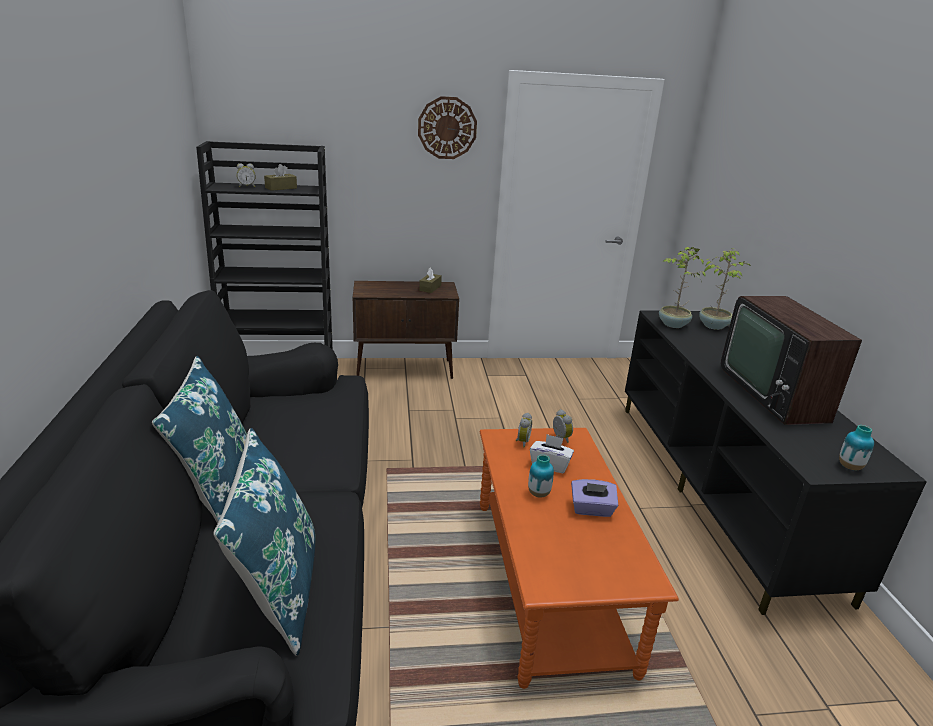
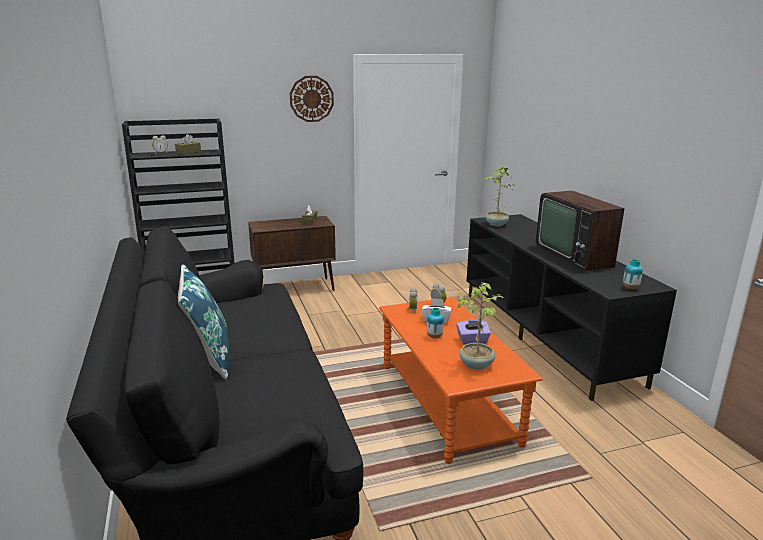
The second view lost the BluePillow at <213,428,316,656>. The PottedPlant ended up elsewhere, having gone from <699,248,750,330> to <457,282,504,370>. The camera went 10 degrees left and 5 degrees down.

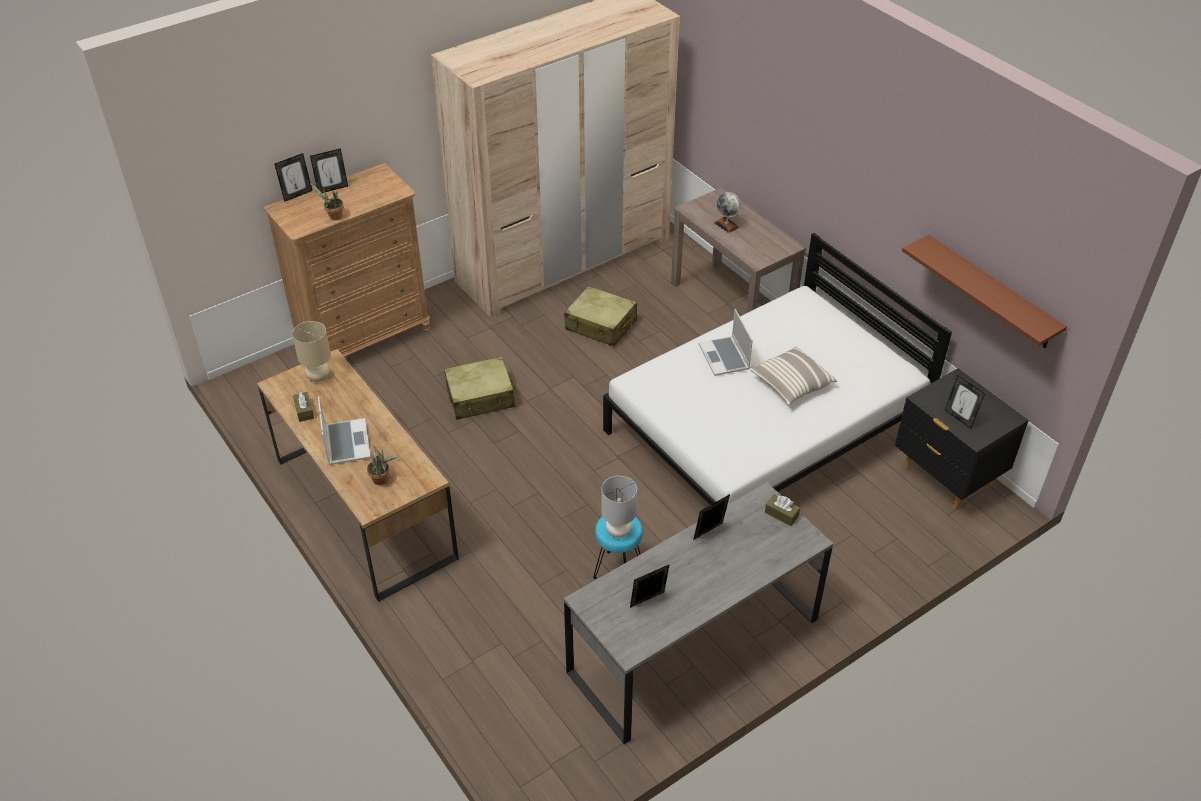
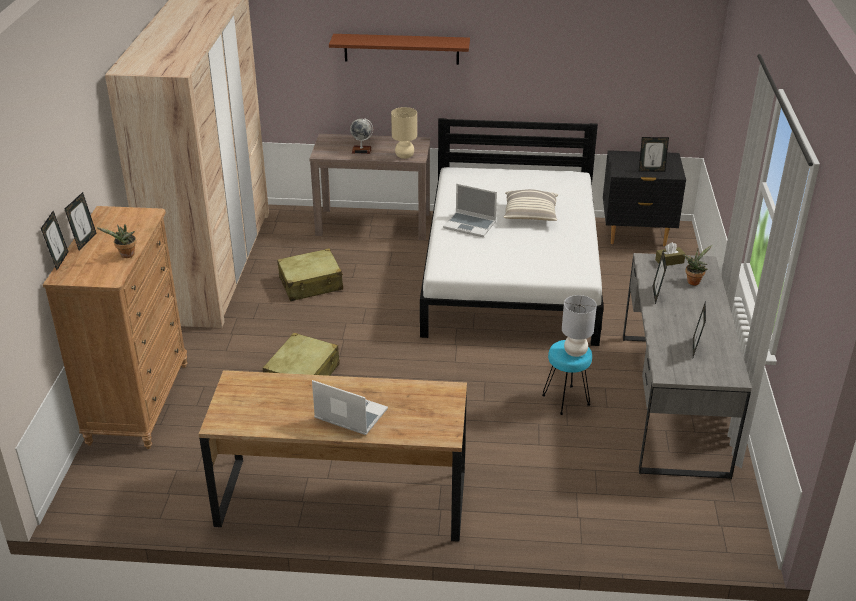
The BeigeTableLamp ended up elsewhere, having gone from <292,321,331,382> to <391,107,417,159>. The second view lost the BrownTissueBox at <293,391,314,422>. The PottedPlant ended up elsewhere, having gone from <367,446,400,485> to <683,245,713,285>. The BrownShelf ended up elsewhere, having gone from <902,235,1067,348> to <329,34,470,65>. The camera went 50 degrees left and 10 degrees down.

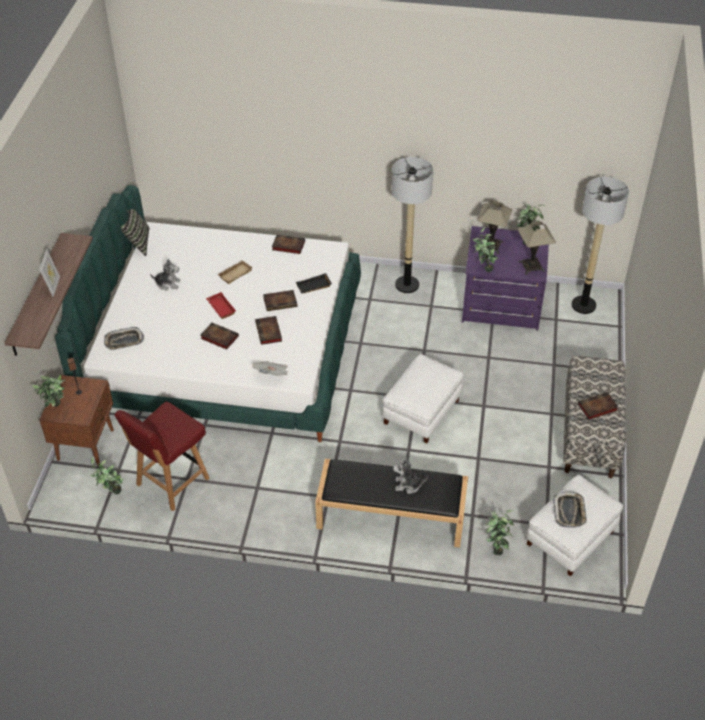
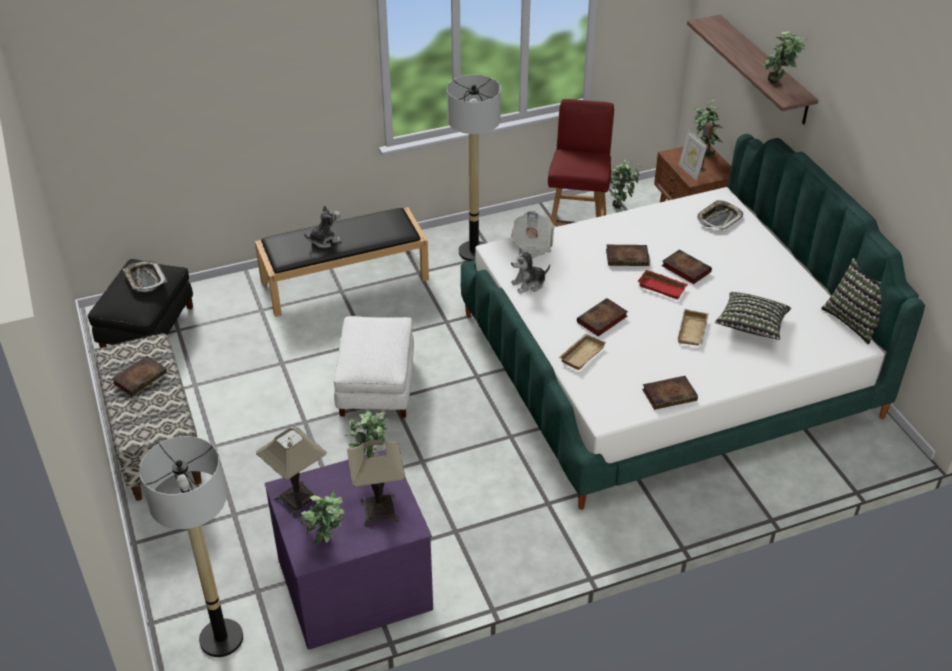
The PictureFrame ended up elsewhere, having gone from <39,249,60,297> to <679,130,707,181>. The PlushToy ended up elsewhere, having gone from <150,259,180,291> to <511,248,550,294>. The Book ended up elsewhere, having gone from <255,316,282,345> to <661,249,712,284>. What was the BlackTray at <296,273,332,294> turned into the BeigeTray at <559,333,606,370>. The FloorLamp ended up elsewhere, having gone from <391,157,433,293> to <447,75,501,261>. The PottedPlant ended up elsewhere, having gone from <485,510,514,556> to <763,31,807,84>. What was the WhiteOttoman at <526,475,624,576> turned into the BlackOttoman at <88,259,193,348>. The second view gained the Pillow at <715,292,791,340>. The camera went 150 degrees right and 5 degrees down.

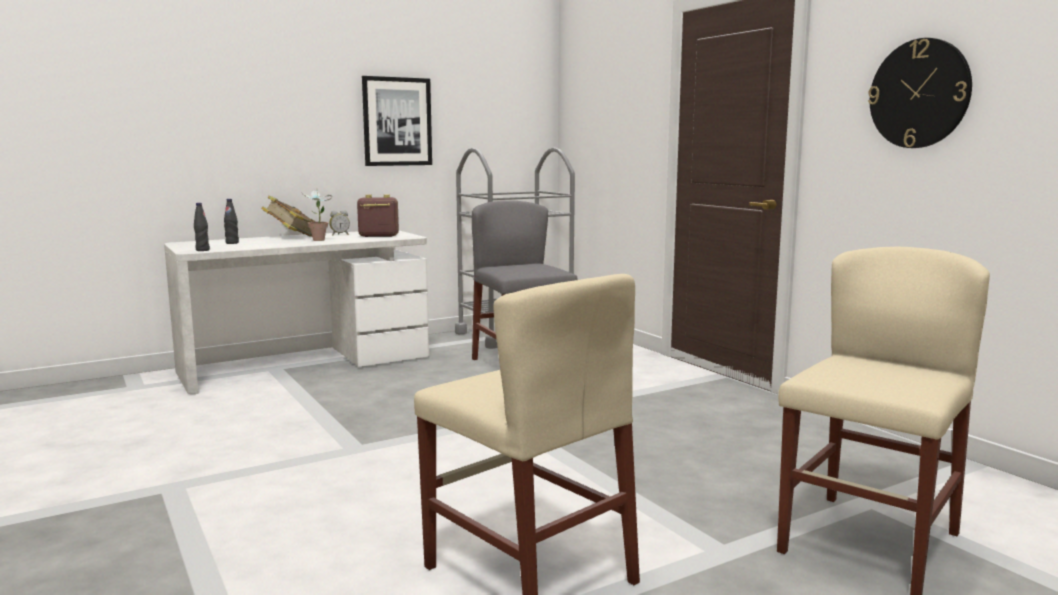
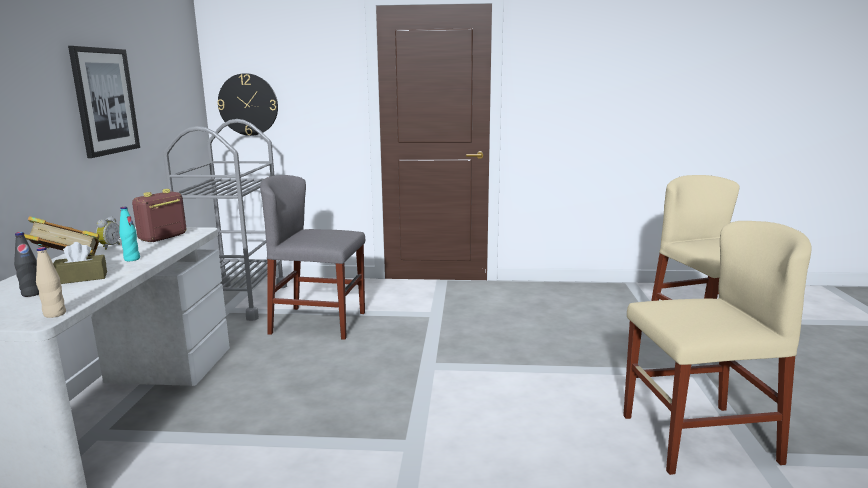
What was the BlackBottle at <194,203,210,251> turned into the BeigeBottle at <36,247,66,318>. Where the PottedPlant stood at <301,189,333,241>, the TurquoiseBottle came to stand at <119,207,140,261>. The WallClock ended up elsewhere, having gone from <868,38,972,148> to <217,73,278,136>. The second view gained the BrownTissueBox at <53,242,107,284>. The camera went 55 degrees left and 5 degrees up.

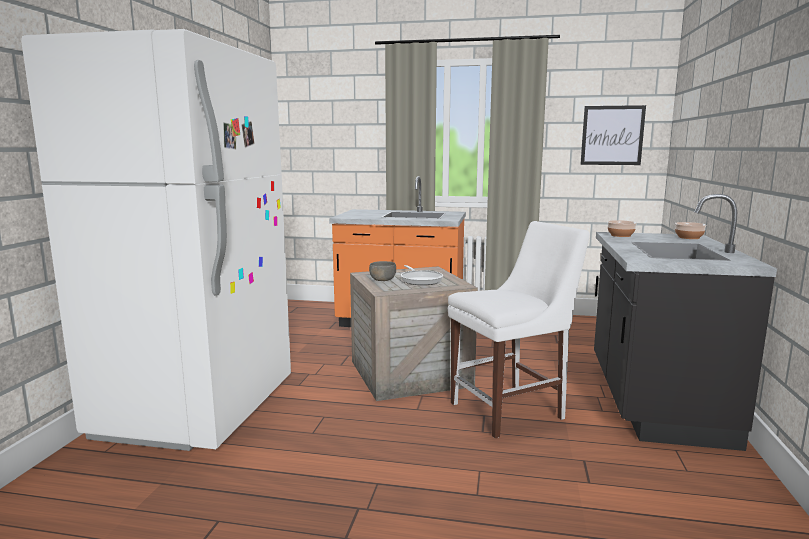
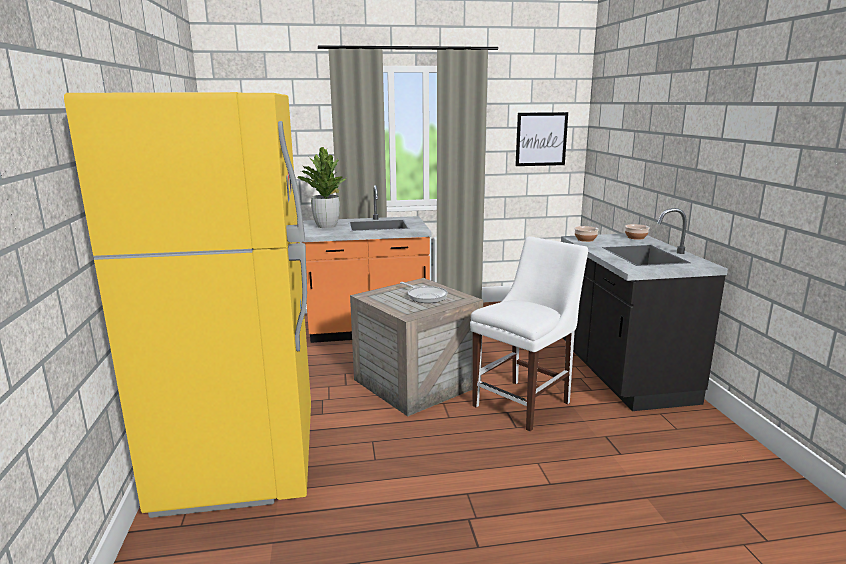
What was the WhiteFridge at <21,29,291,451> turned into the YellowFridge at <64,92,311,518>. The second view lost the GreyBowl at <369,261,396,281>. The second view gained the PottedPlant at <297,147,347,228>. The camera went 20 degrees left and 5 degrees up.

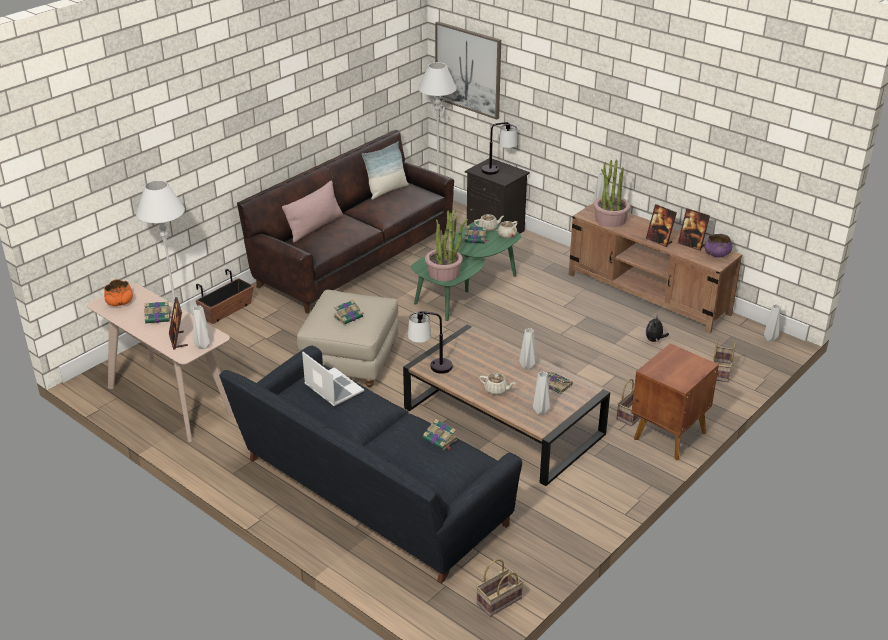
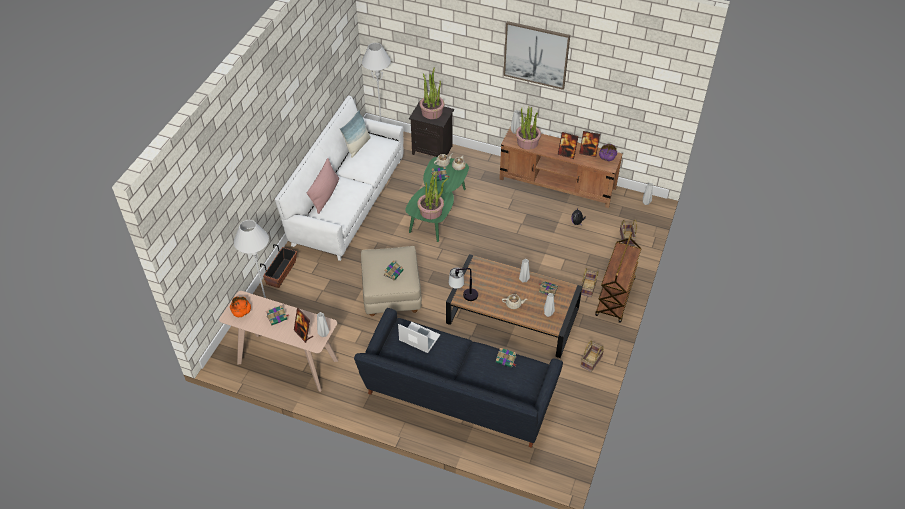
What was the BrownSofa at <237,130,454,314> turned into the WhiteSofa at <275,96,403,261>. The Picture ended up elsewhere, having gone from <435,22,501,120> to <503,21,570,90>. The Basket ended up elsewhere, having gone from <476,559,523,617> to <581,340,604,372>. Where the TableLamp stood at <481,122,517,175>, the PottedPlant came to stand at <420,67,444,119>. Where the BrownNightstand stood at <631,343,719,460>, the BrownCart came to stand at <595,232,642,323>. The camera went 20 degrees left and 15 degrees up.

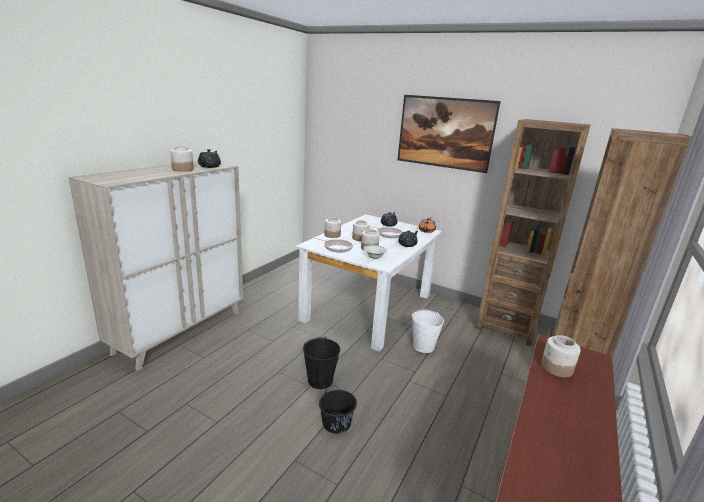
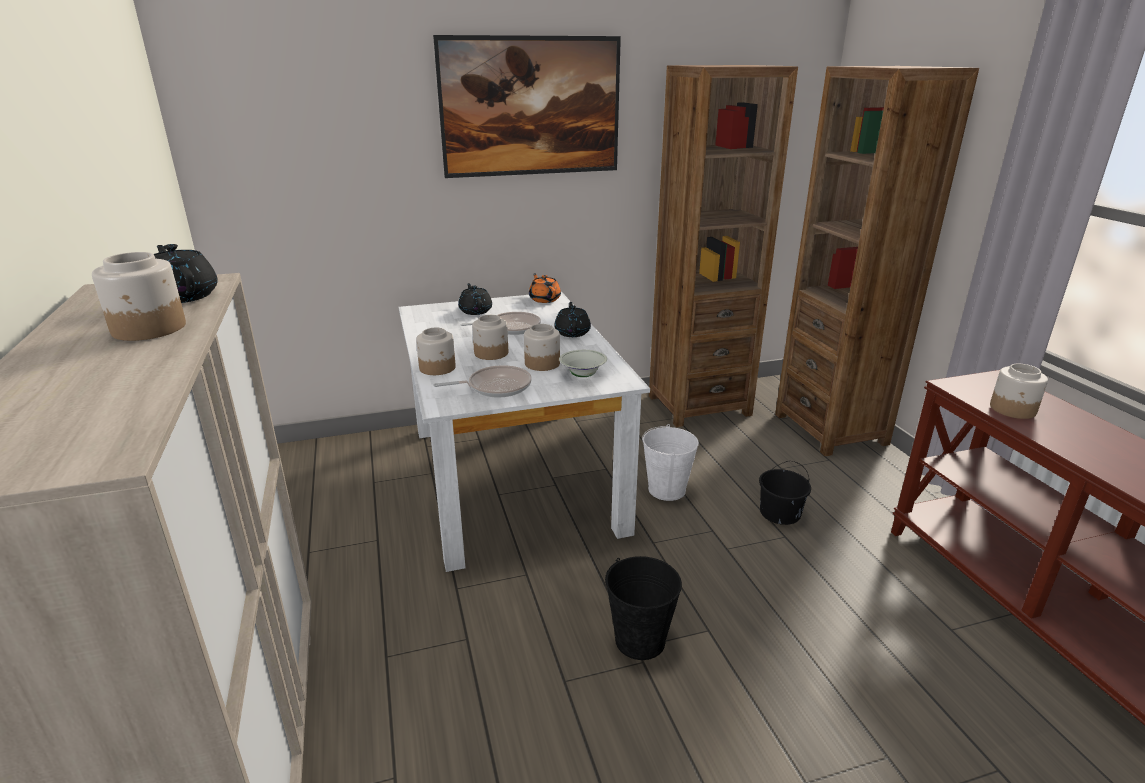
The BlackBucket ended up elsewhere, having gone from <319,385,357,434> to <759,461,811,525>. The camera went 45 degrees left and 5 degrees up.

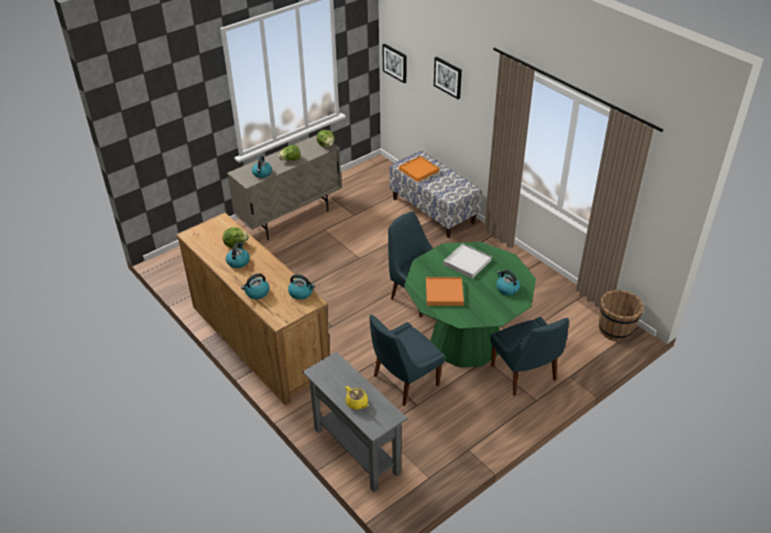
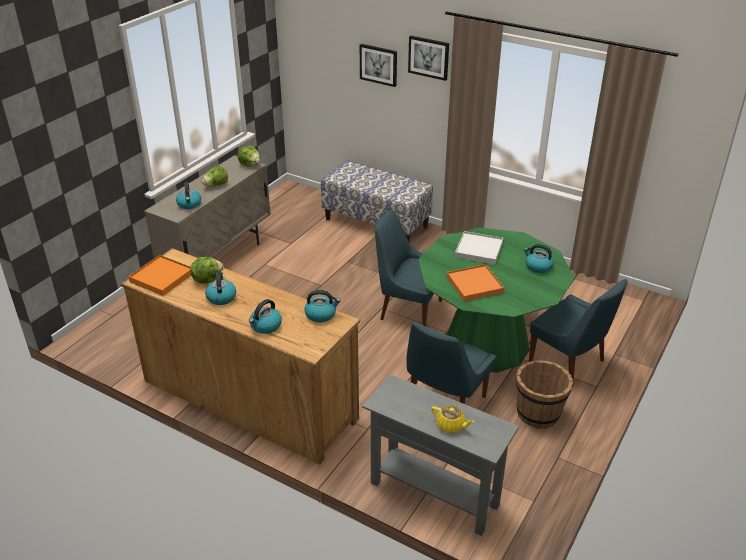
The Picture ended up elsewhere, having gone from <382,44,407,83> to <408,36,449,81>. The OrangeTray ended up elsewhere, having gone from <399,156,439,182> to <128,255,191,296>. The BrownBucket ended up elsewhere, having gone from <599,290,644,342> to <516,360,573,428>. The camera went 20 degrees left and 5 degrees down.

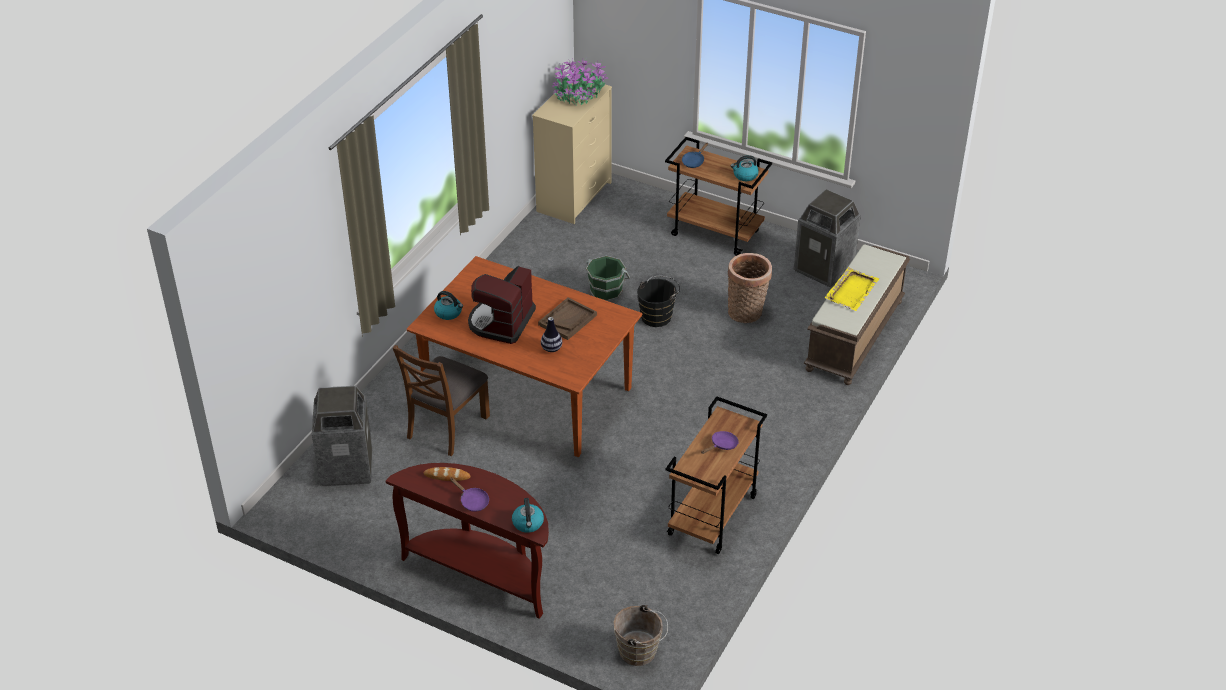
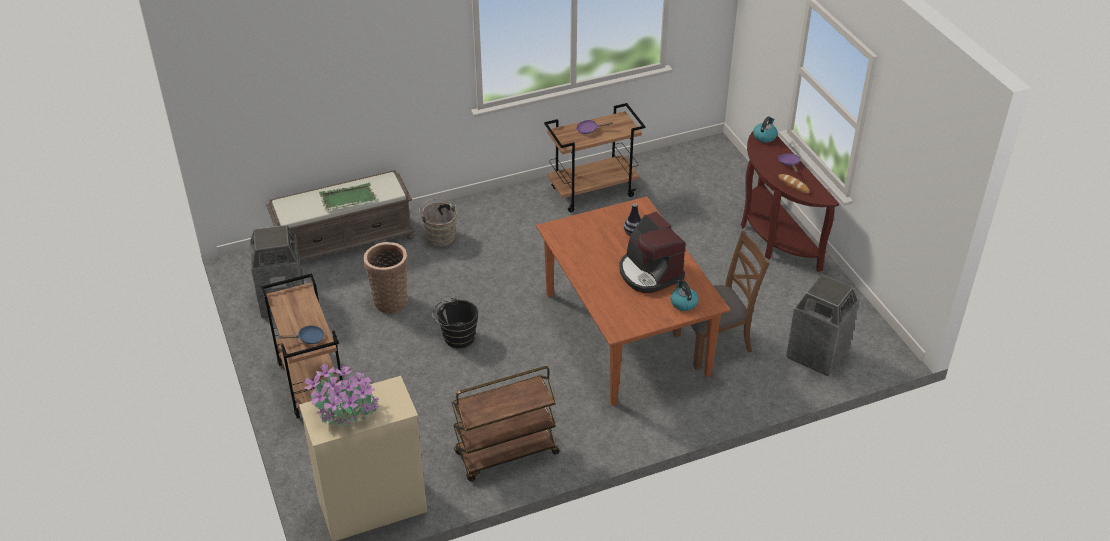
The CoffeeMachine at <468,266,536,344> ended up facing another way, 90 degrees clockwise from before. The second view lost the BrownTray at <538,298,597,340>. The second view lost the GreenBucket at <586,256,630,301>. The BrownBucket ended up elsewhere, having gone from <614,605,668,666> to <419,199,457,247>. The second view lost the Kettle at <731,155,759,181>. What was the YellowTray at <825,267,879,311> turned into the GreenTray at <319,182,376,211>. The second view gained the BrownCart at <452,366,559,481>. The camera went 140 degrees left and 0 degrees up.

